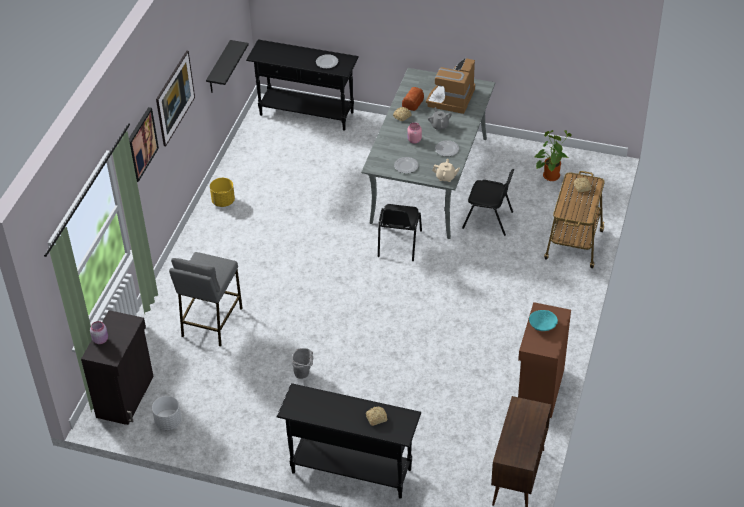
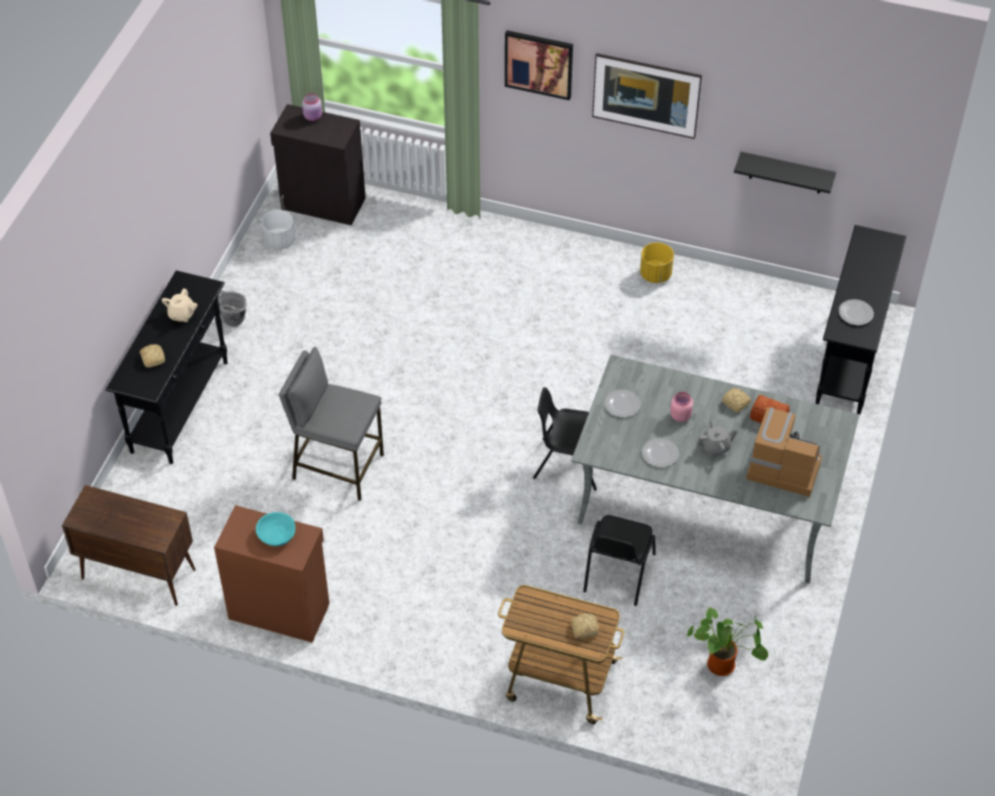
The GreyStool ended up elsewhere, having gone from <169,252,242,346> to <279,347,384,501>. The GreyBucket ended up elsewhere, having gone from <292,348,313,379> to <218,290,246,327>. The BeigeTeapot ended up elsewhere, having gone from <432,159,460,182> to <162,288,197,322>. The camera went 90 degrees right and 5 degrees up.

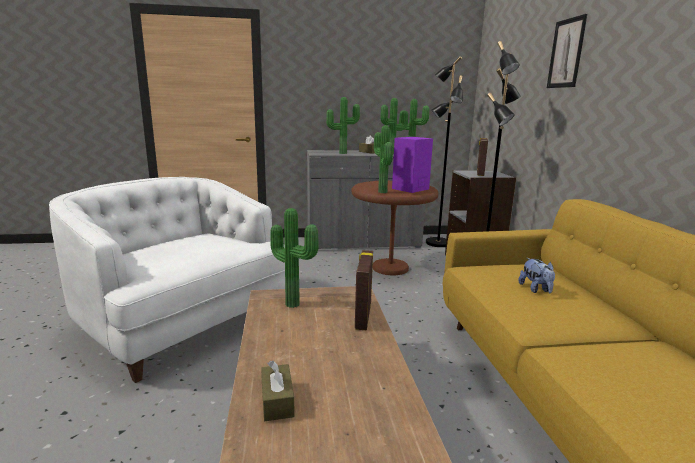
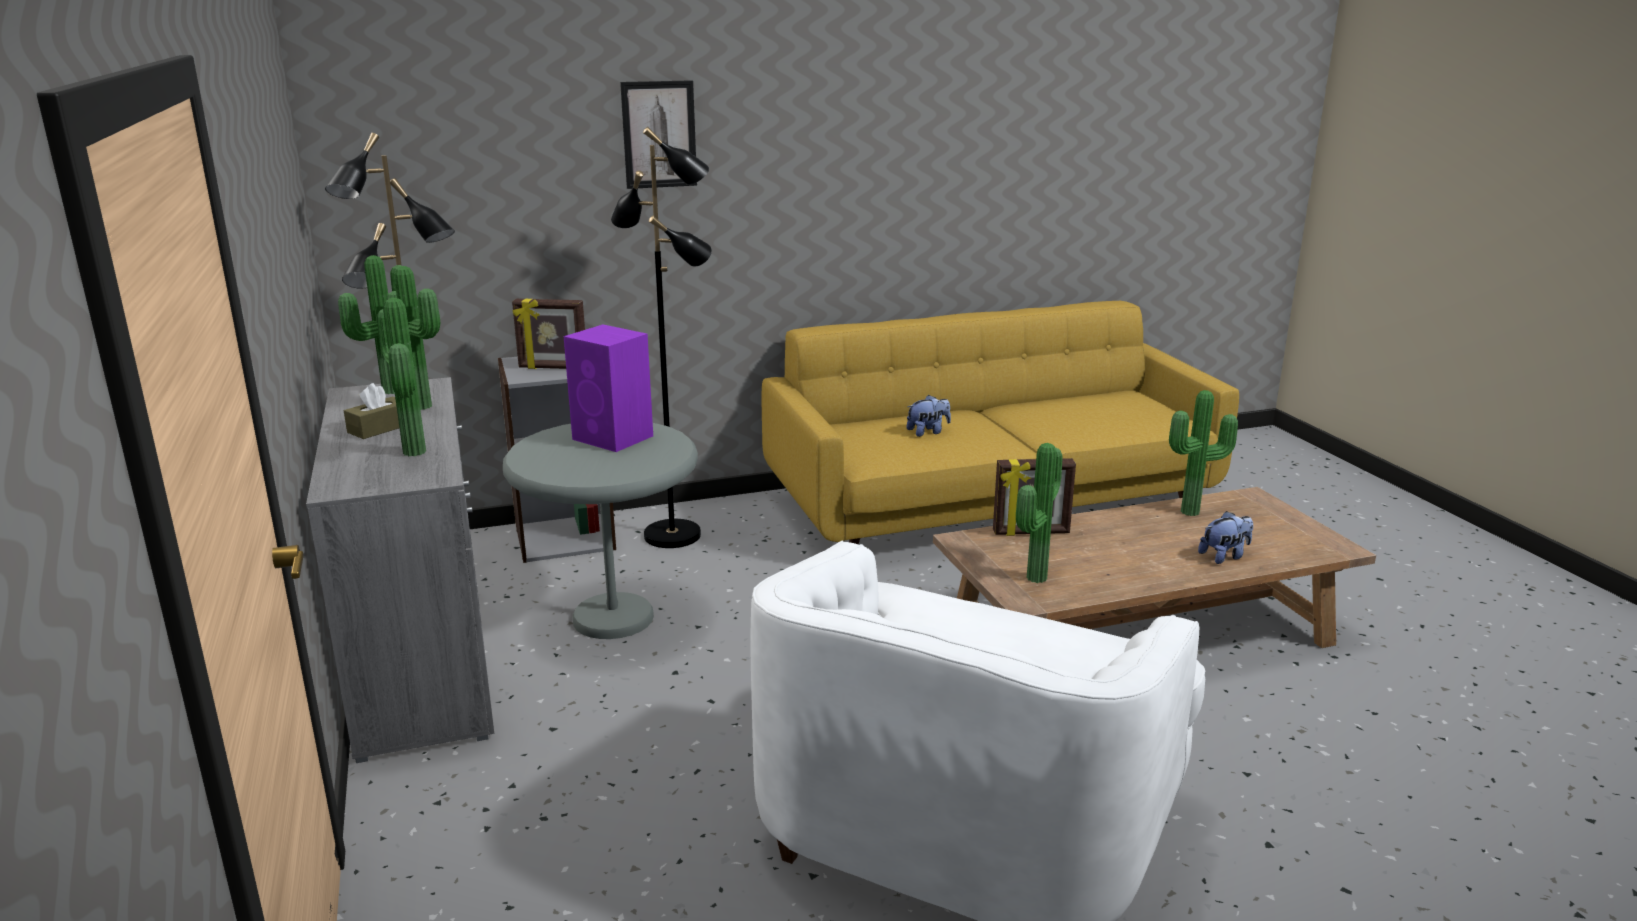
Where the BrownTissueBox stood at <261,361,295,421>, the PlushToy came to stand at <1198,511,1253,564>. What was the BrownSideTable at <351,181,439,275> turned into the GreySideTable at <503,423,698,639>. The PottedPlant ended up elsewhere, having gone from <374,125,393,193> to <1169,390,1238,516>. The camera went 100 degrees left and 5 degrees up.

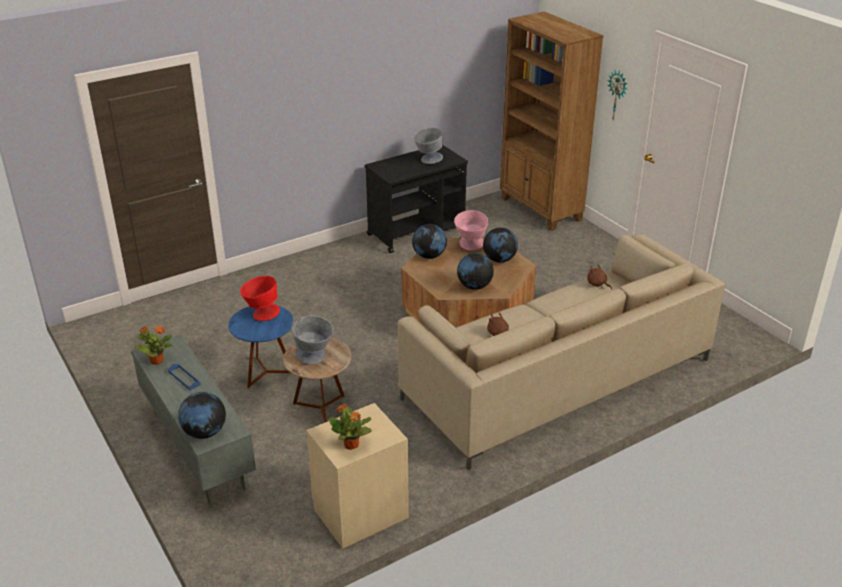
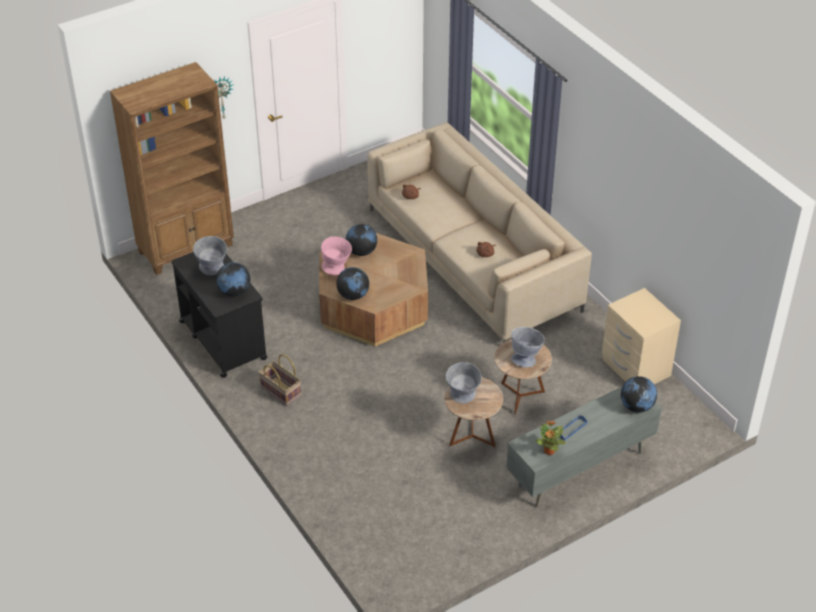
What was the BlueSideTable at <228,306,294,389> turned into the BrownSideTable at <444,378,503,447>. What was the RedBowl at <240,276,280,321> turned into the GreyBowl at <446,362,482,404>. The second view lost the PottedPlant at <329,404,372,450>. The Globe ended up elsewhere, having gone from <457,253,494,290> to <216,262,250,296>. The second view gained the Basket at <259,354,301,406>. The camera went 90 degrees left and 10 degrees up.

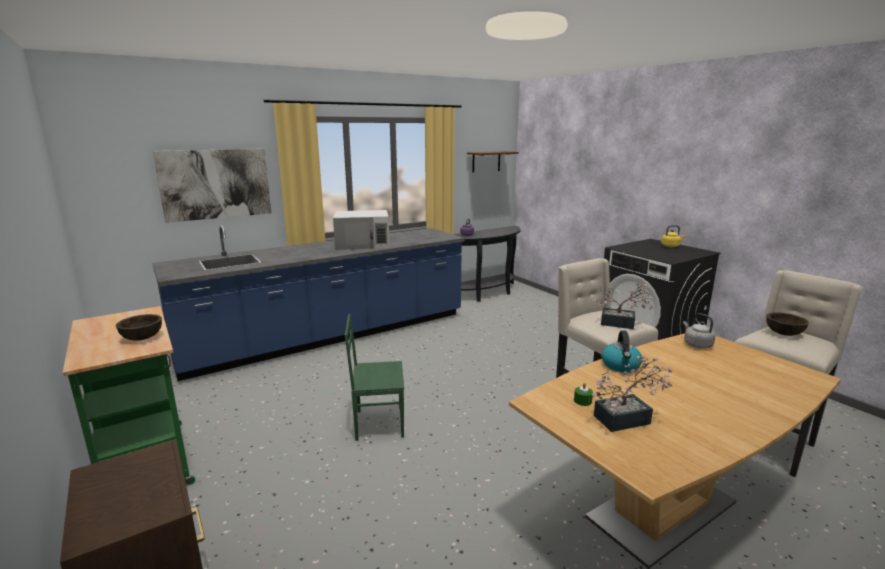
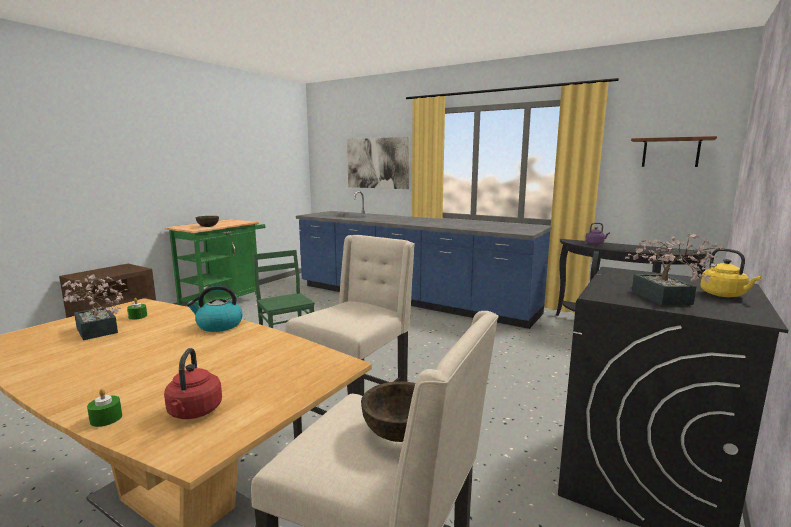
The second view lost the WhiteMicrowave at <333,210,390,250>. The PottedPlant ended up elsewhere, having gone from <594,283,653,329> to <625,233,724,306>. The second view lost the GreyKettle at <683,313,715,349>. The second view gained the GreenCandle at <87,389,122,427>. The second view gained the RedKettle at <164,348,222,419>. The camera went 65 degrees right and 5 degrees down.

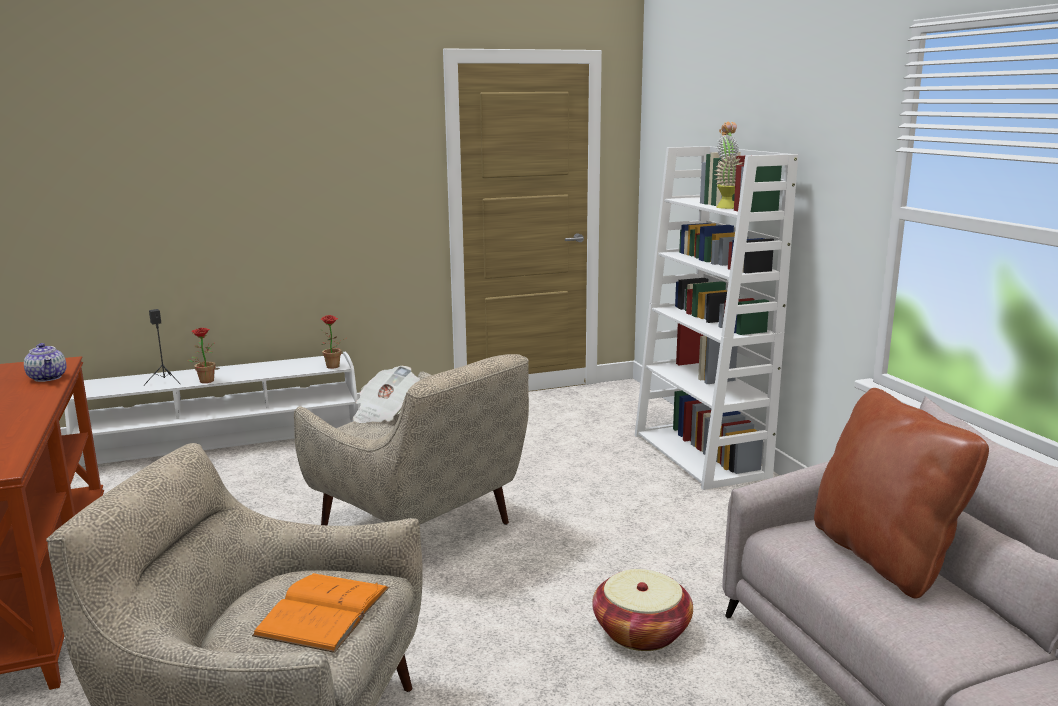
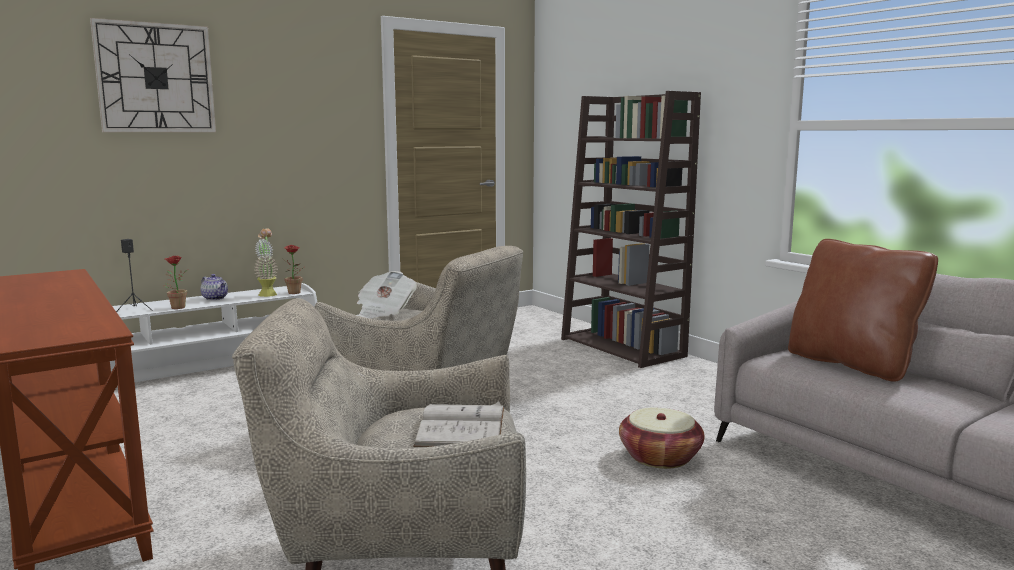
The Teapot ended up elsewhere, having gone from <24,343,66,382> to <201,274,228,300>. What was the OrangeBook at <252,573,389,653> turned into the WhiteBook at <413,401,504,447>. What was the WhiteBookcase at <635,146,798,490> turned into the BrownBookcase at <561,91,701,368>. The PottedPlant ended up elsewhere, having gone from <714,122,743,209> to <254,228,279,297>. The second view gained the WallClock at <90,18,216,132>. The camera went 15 degrees left and 5 degrees down.

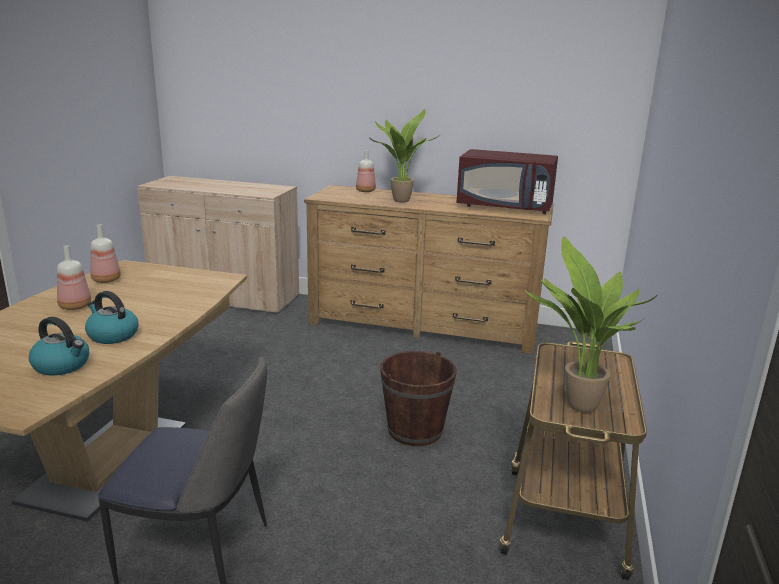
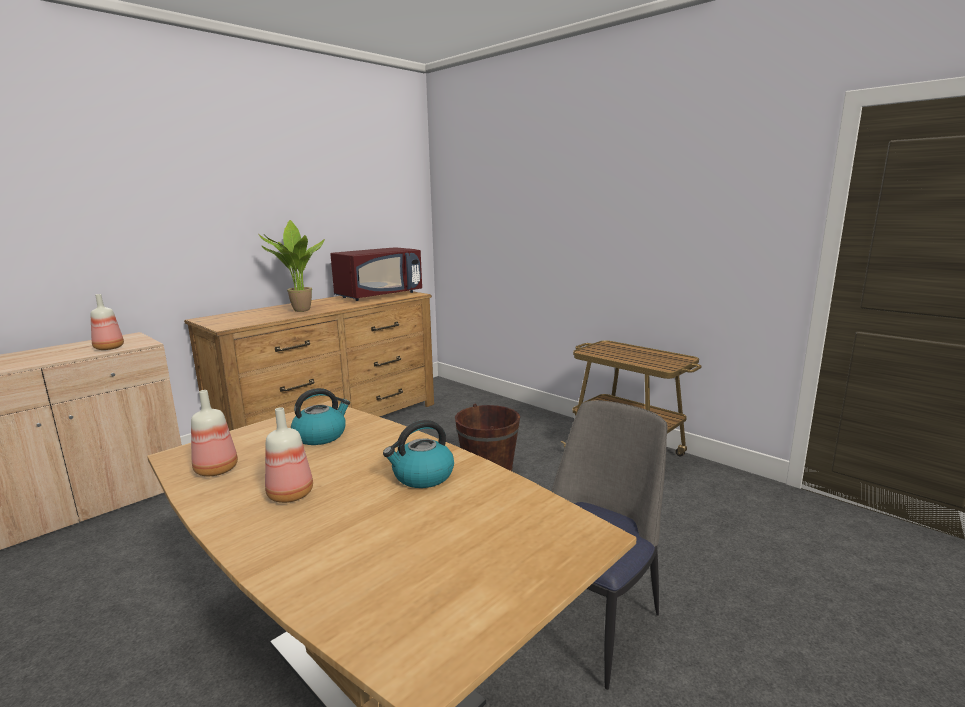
The Kettle ended up elsewhere, having gone from <29,317,89,376> to <291,388,350,445>. The Bottle ended up elsewhere, having gone from <356,150,376,192> to <91,294,124,350>. The second view lost the PottedPlant at <524,236,658,412>. The camera went 60 degrees left and 5 degrees down.

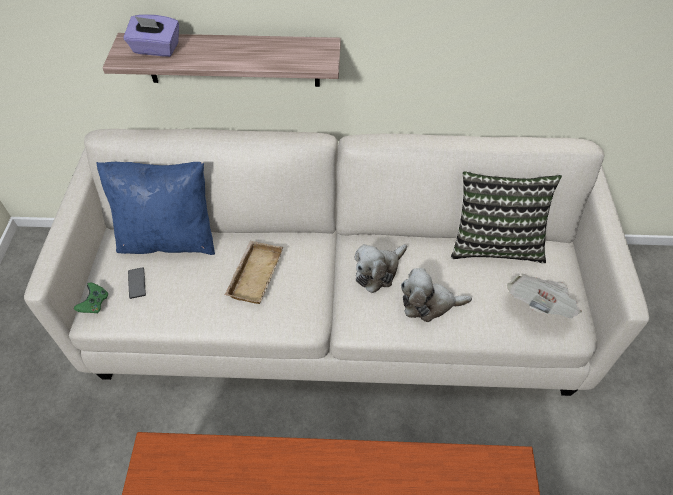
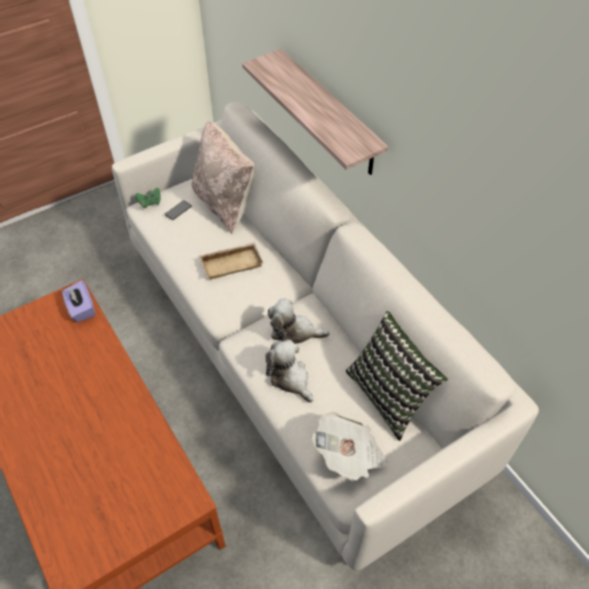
What was the BluePillow at <96,162,215,255> turned into the BeigePillow at <192,120,255,233>. The PurpleTissueBox ended up elsewhere, having gone from <123,14,179,57> to <62,280,95,322>. The camera went 55 degrees right and 0 degrees up.

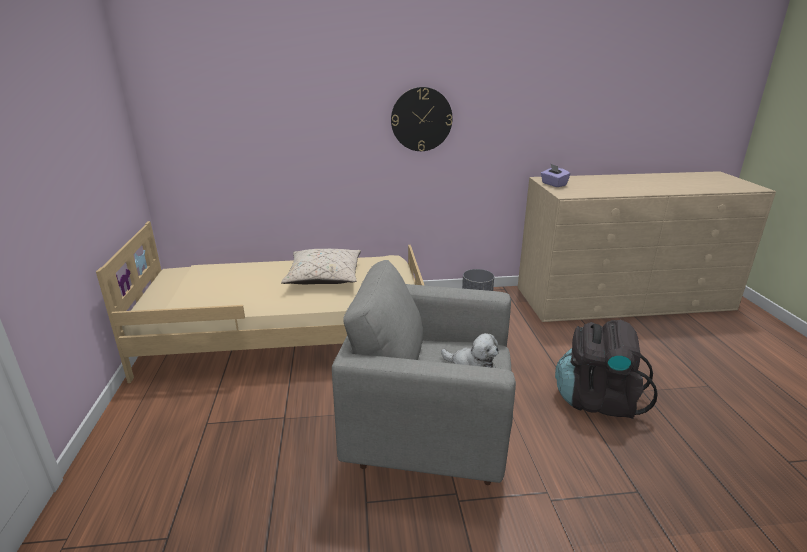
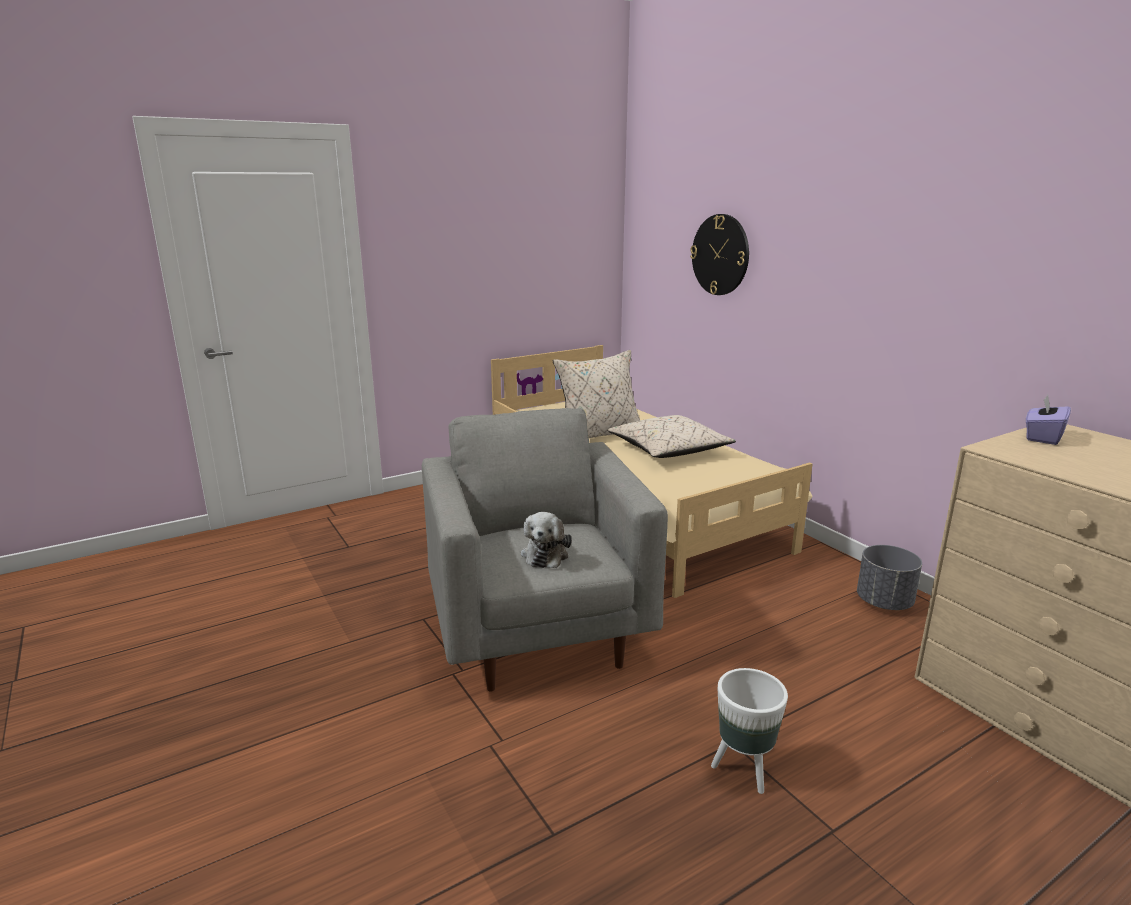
The WallClock ended up elsewhere, having gone from <391,87,453,151> to <690,214,749,295>. Where the BlackBackpack stood at <555,320,658,419>, the WhitePlanter came to stand at <711,668,788,794>. The second view gained the BeigePillow at <552,350,640,438>. The camera went 65 degrees right and 5 degrees down.

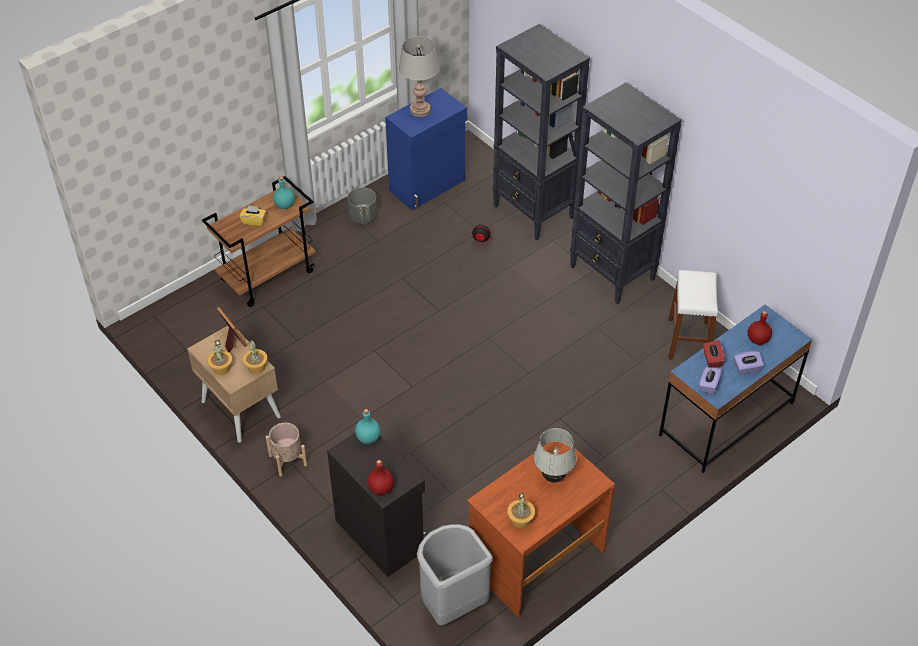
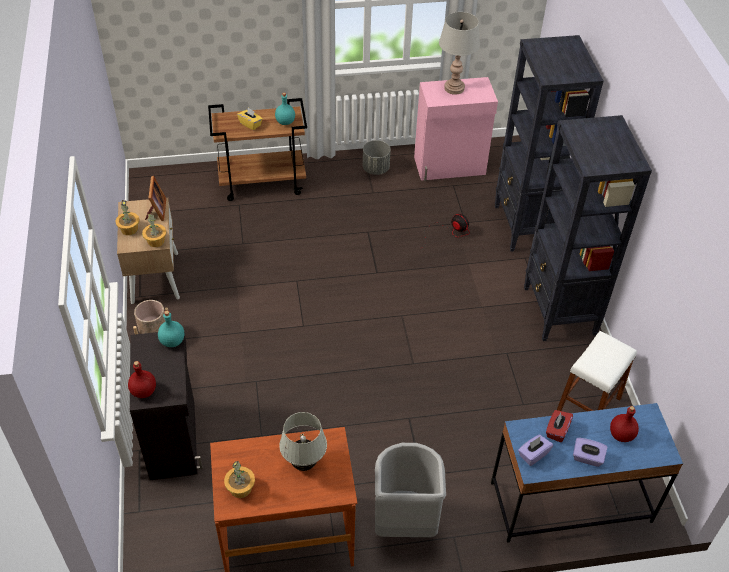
What was the BlueCabinet at <385,88,467,210> turned into the PinkCabinet at <414,77,498,181>. The GreyTrashCan ended up elsewhere, having gone from <417,524,493,625> to <375,443,446,537>. The camera went 30 degrees right and 0 degrees up.

